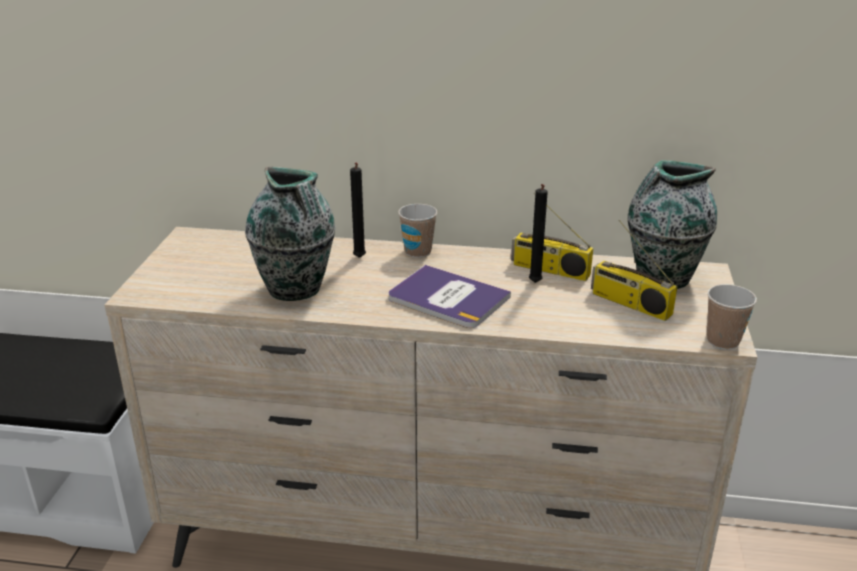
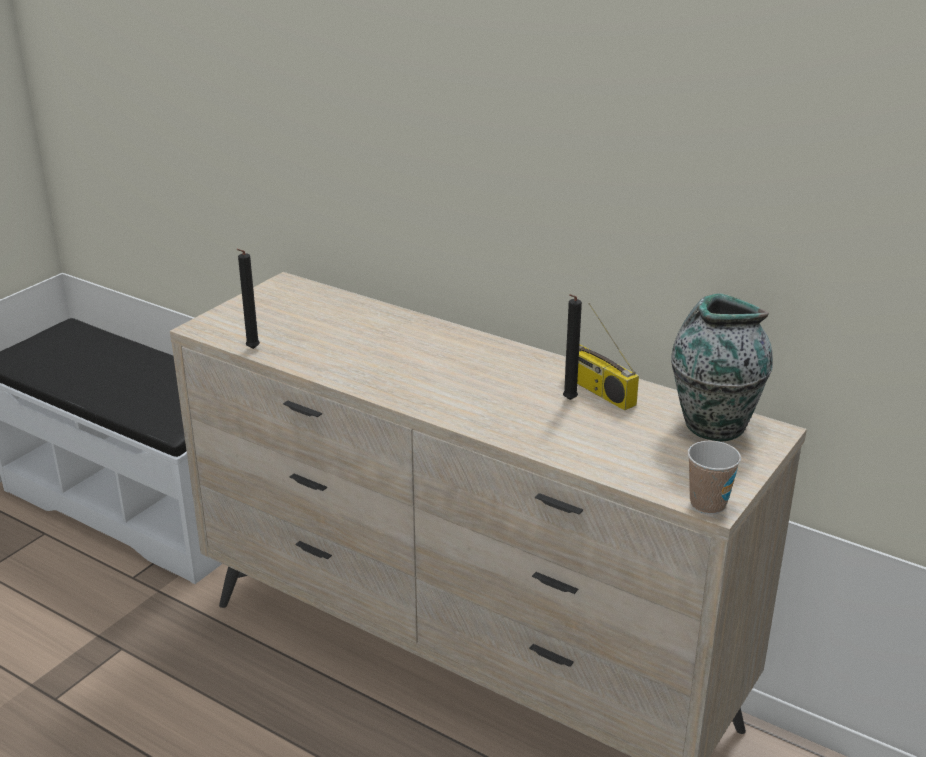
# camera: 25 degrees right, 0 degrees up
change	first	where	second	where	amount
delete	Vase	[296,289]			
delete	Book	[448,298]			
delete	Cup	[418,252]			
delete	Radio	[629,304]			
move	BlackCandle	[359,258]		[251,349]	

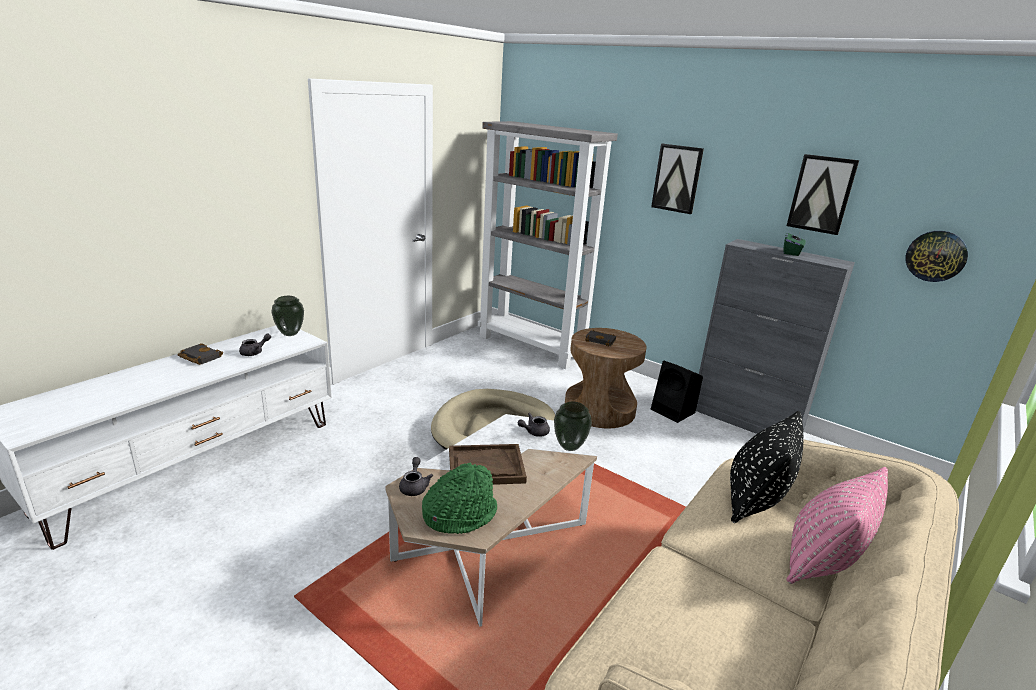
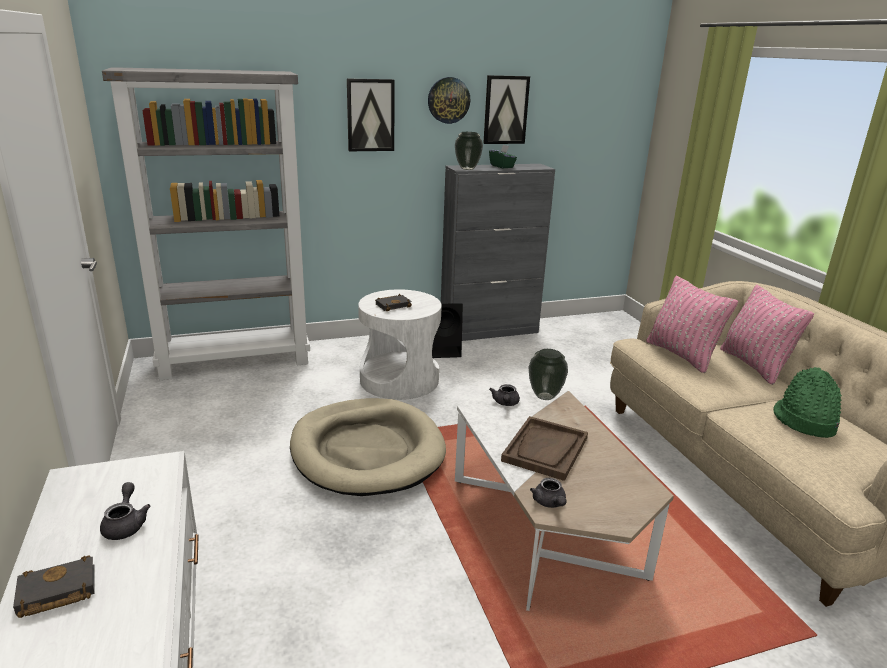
# camera: 55 degrees left, 0 degrees up
change	first	where	second	where	amount
move	Vase	[289,333]		[467,169]	
move	GreenHat	[459,514]		[804,421]	
move	WallClock	[936,256]		[448,100]	
recolor	BrownSideTable	[599,409]	WhiteSideTable	[399,380]	
recolor	BlackPillow	[754,501]	PinkPillow	[681,355]	
rotate	GreyTeapot	[414,486]		[550,503]	135 degrees counterclockwise

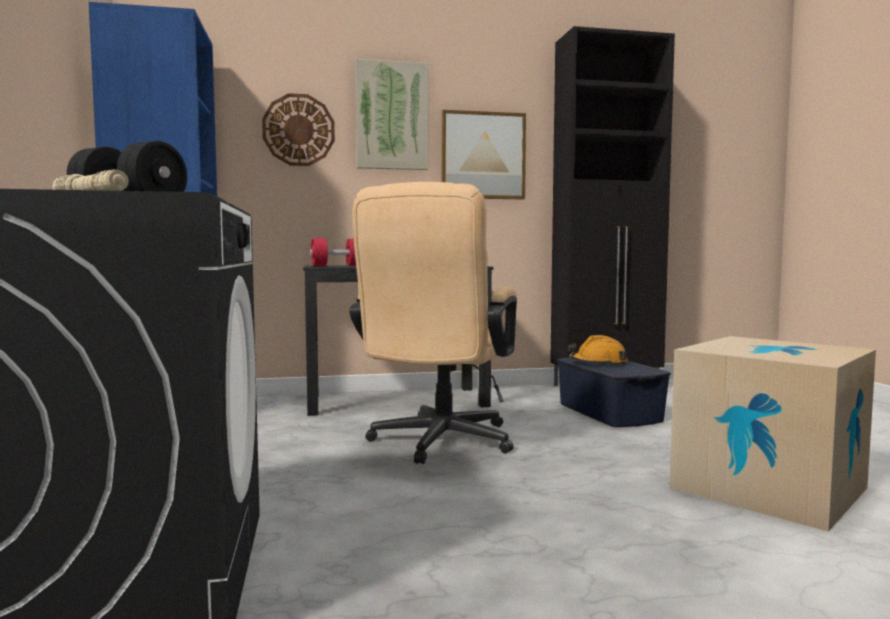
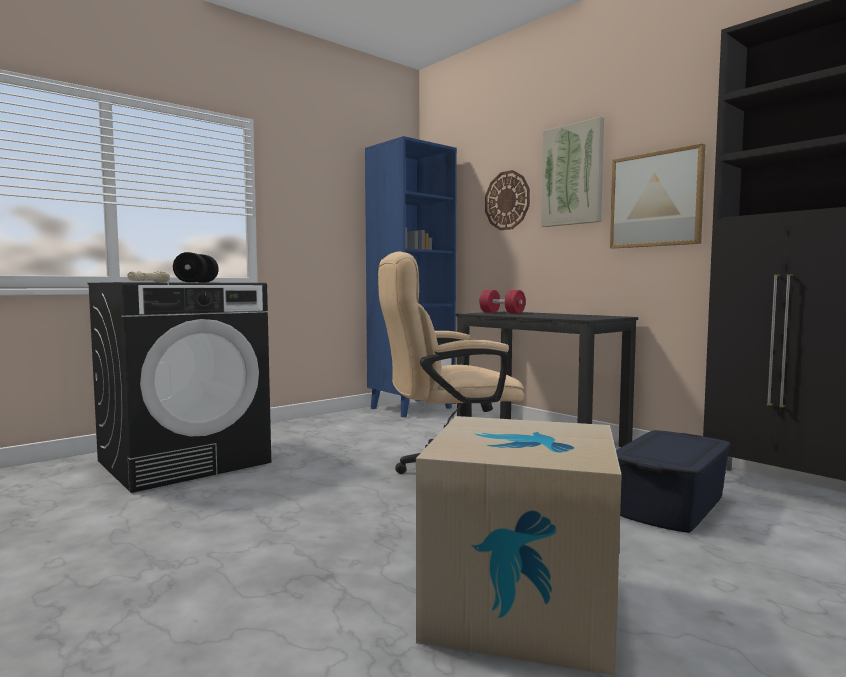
# camera: 60 degrees right, 0 degrees up
change	first	where	second	where	amount
delete	OrangeHardHat	[598,363]			

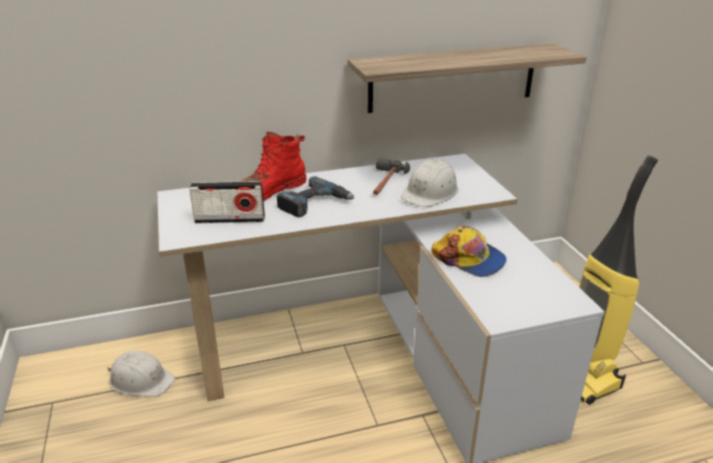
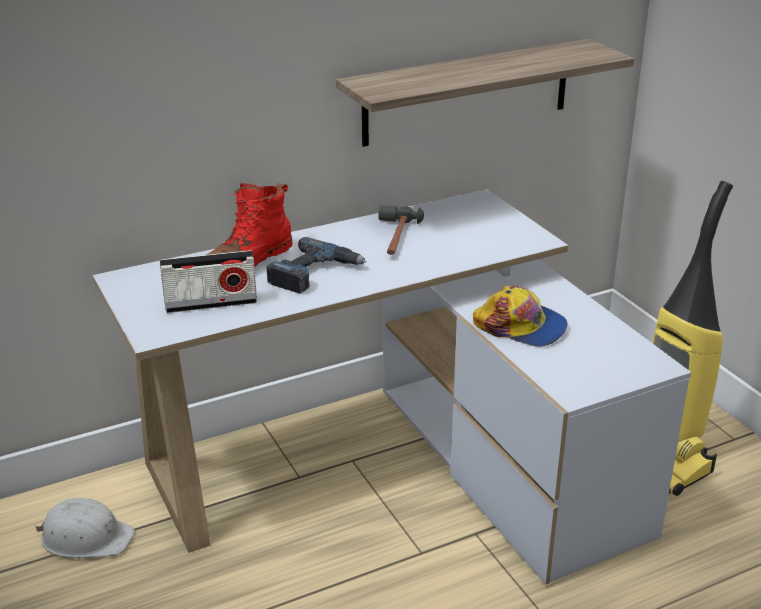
# camera: 10 degrees left, 0 degrees up
change	first	where	second	where	amount
delete	WhiteHardHat	[430,192]			

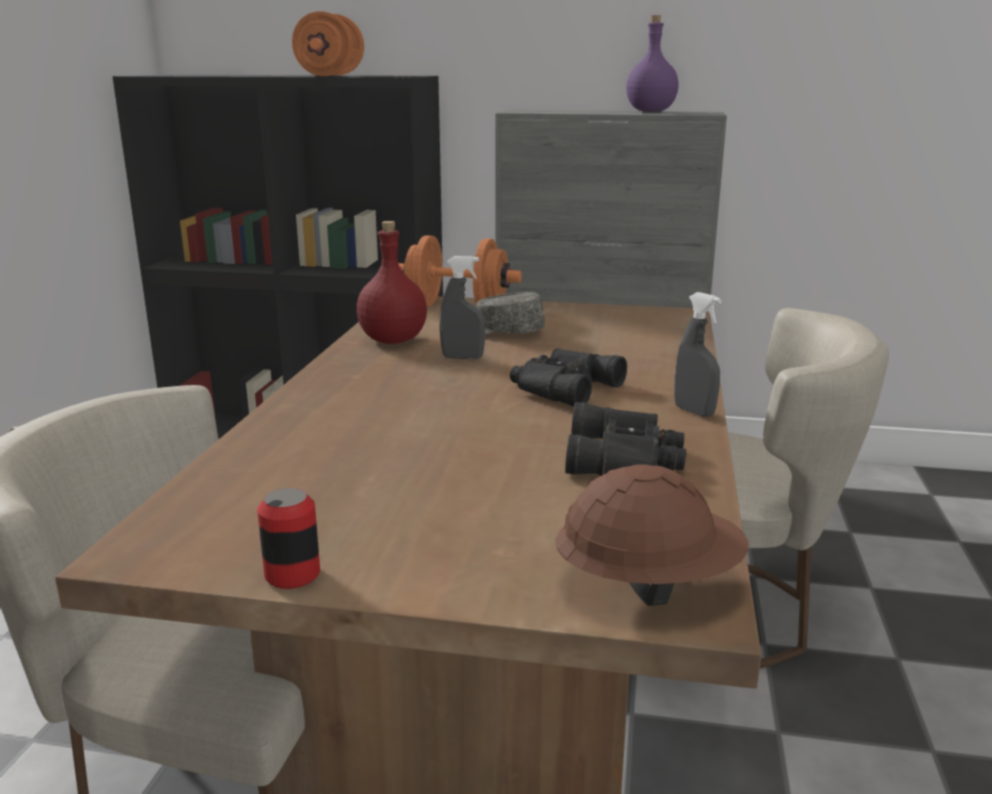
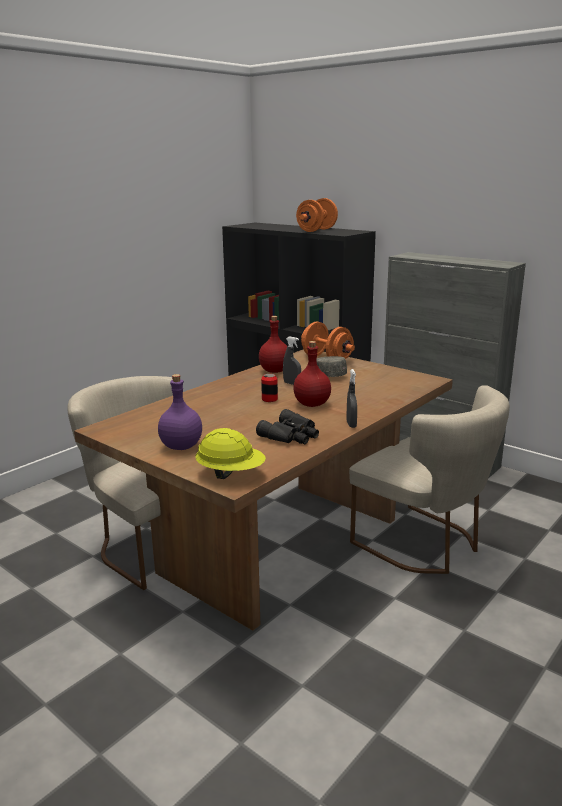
# camera: 30 degrees right, 0 degrees up
change	first	where	second	where	amount
move	Can	[292,574]		[269,399]	
move	PurpleBottle	[649,111]		[181,446]	
replace	BlackBinoculars	[561,388]	RedBottle	[312,404]	
recolor	BrownHardHat	[648,584]	YellowHardHat	[231,474]	

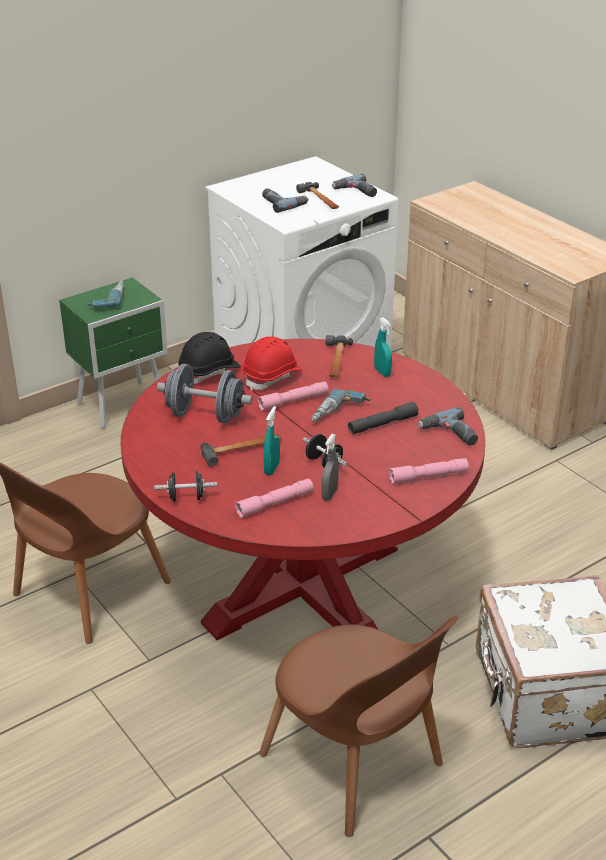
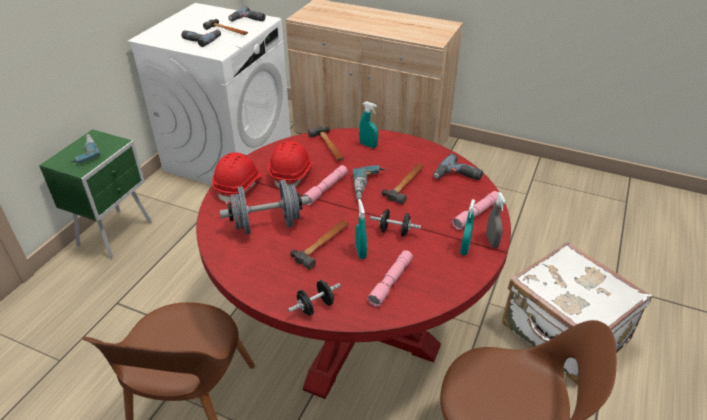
# camera: 30 degrees left, 5 degrees up
change	first	where	second	where	amount
insert			TurquoiseSprayBottle	[465,249]	
move	GreySprayBottle	[329,494]		[492,241]	
replace	GreyFlashlight	[383,424]	Hammer	[406,185]	
recolor	BlackHardHat	[209,372]	RedHardHat	[239,186]	

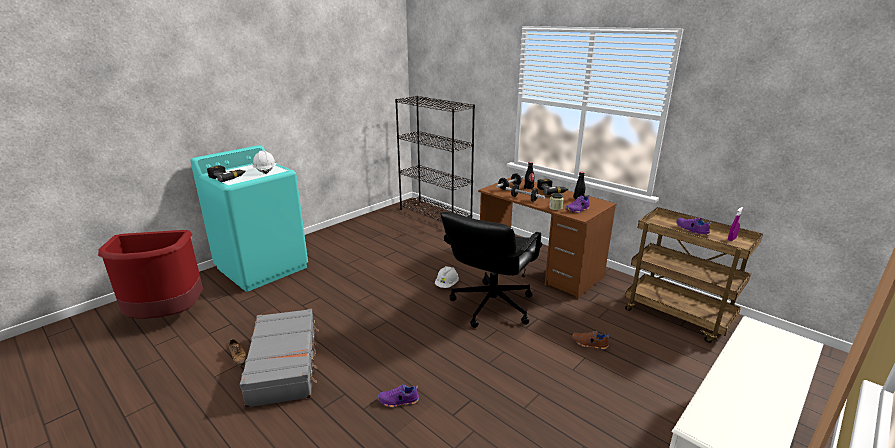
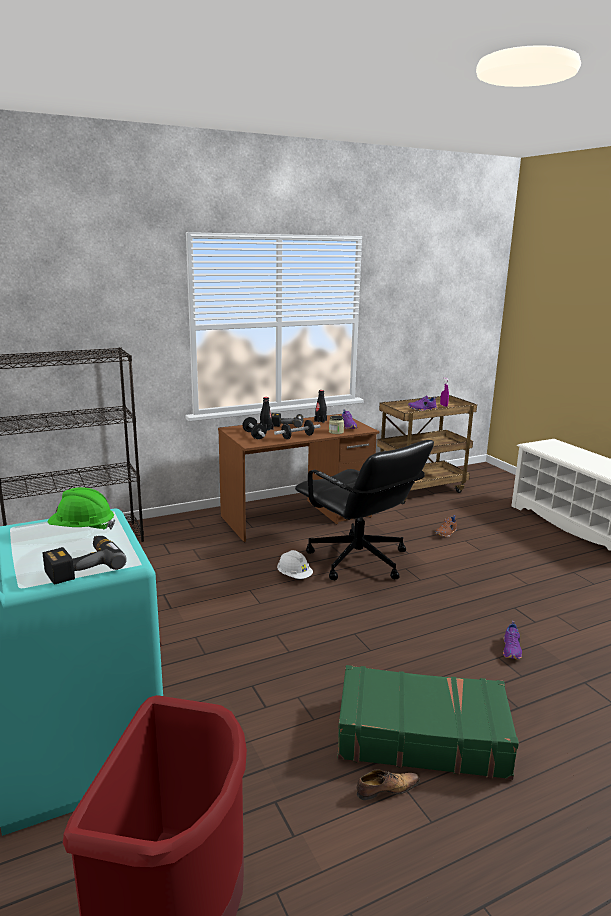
# camera: 70 degrees left, 5 degrees down
change	first	where	second	where	amount
recolor	GreySuitcase	[285,364]	GreenSuitcase	[421,735]	
recolor	WhiteHardHat	[265,170]	GreenHardHat	[82,529]	

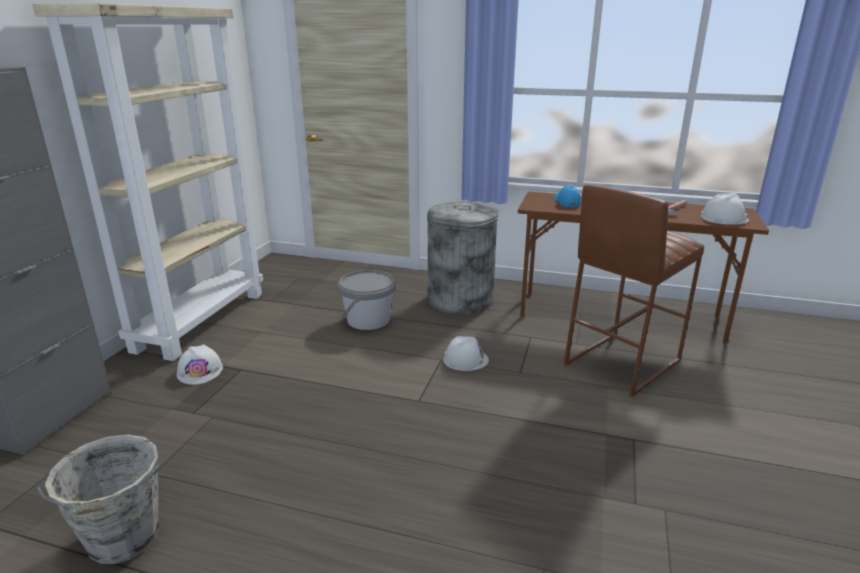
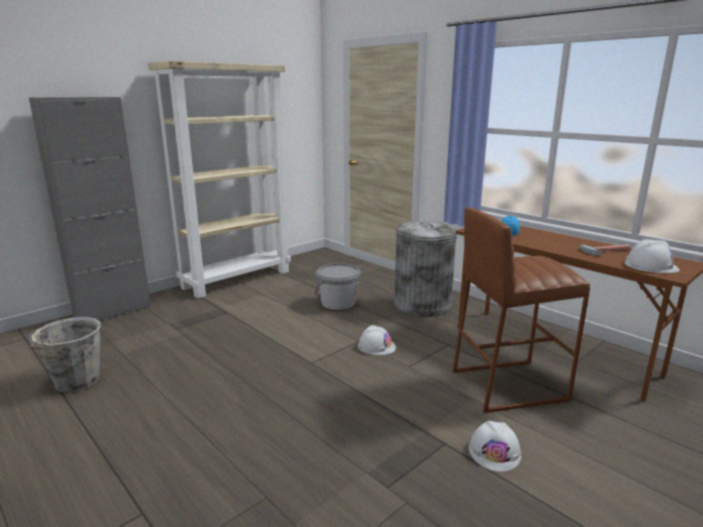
# camera: 30 degrees right, 5 degrees down
change	first	where	second	where	amount
move	WhiteHardHat	[200,371]		[494,452]	

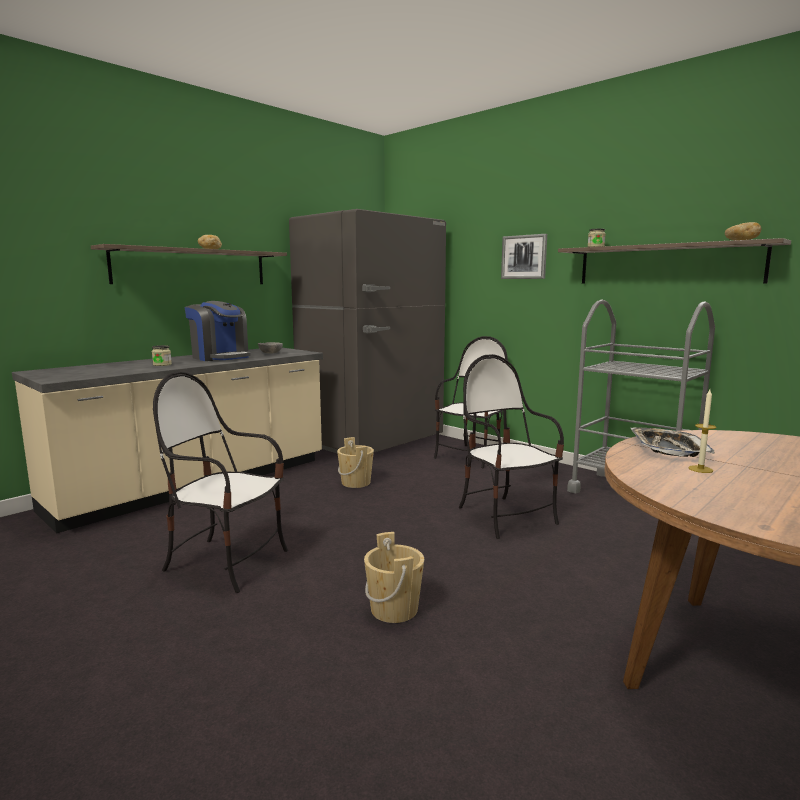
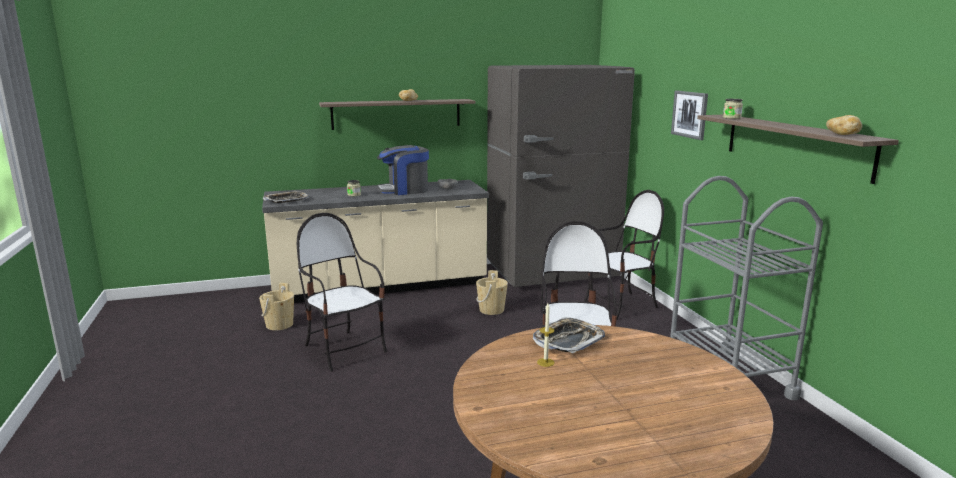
# camera: 30 degrees right, 5 degrees up
change	first	where	second	where	amount
insert			Tray	[286,200]	
move	BeigeBucket	[394,609]		[279,325]	
rotate	CoffeeMachine	[220,357]		[404,190]	90 degrees clockwise

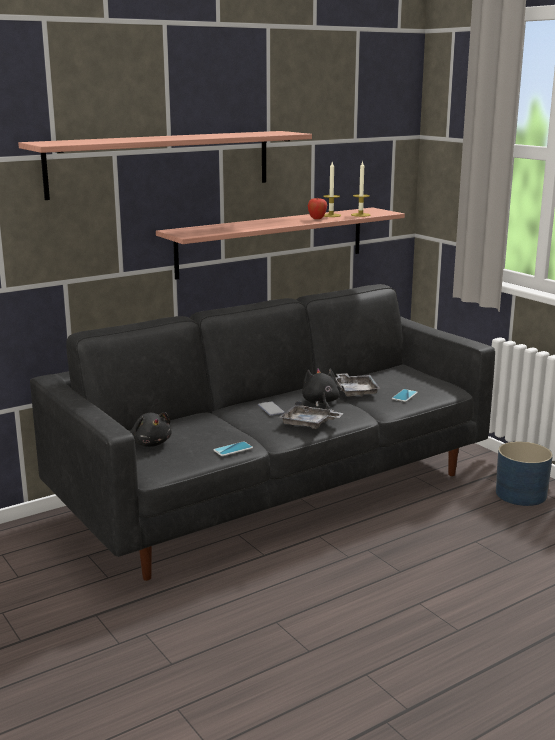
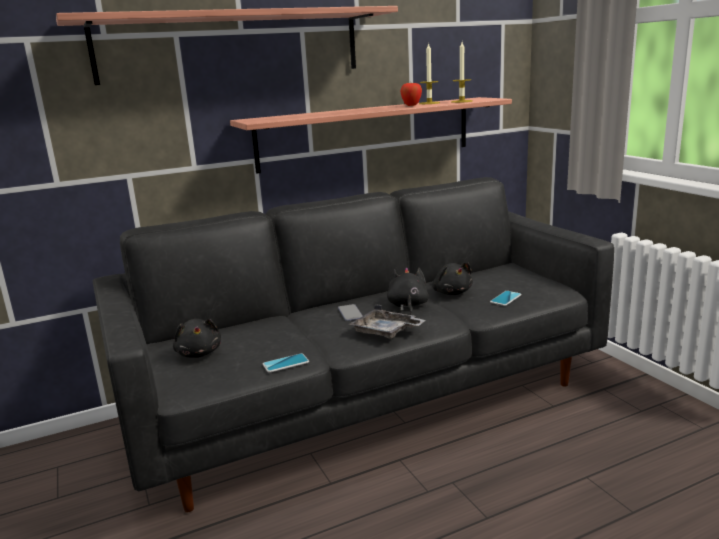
# camera: 10 degrees right, 0 degrees up
change	first	where	second	where	amount
delete	BluePlanter	[521,494]			
replace	GreyTray	[355,391]	BlackPlushToy	[451,292]	

